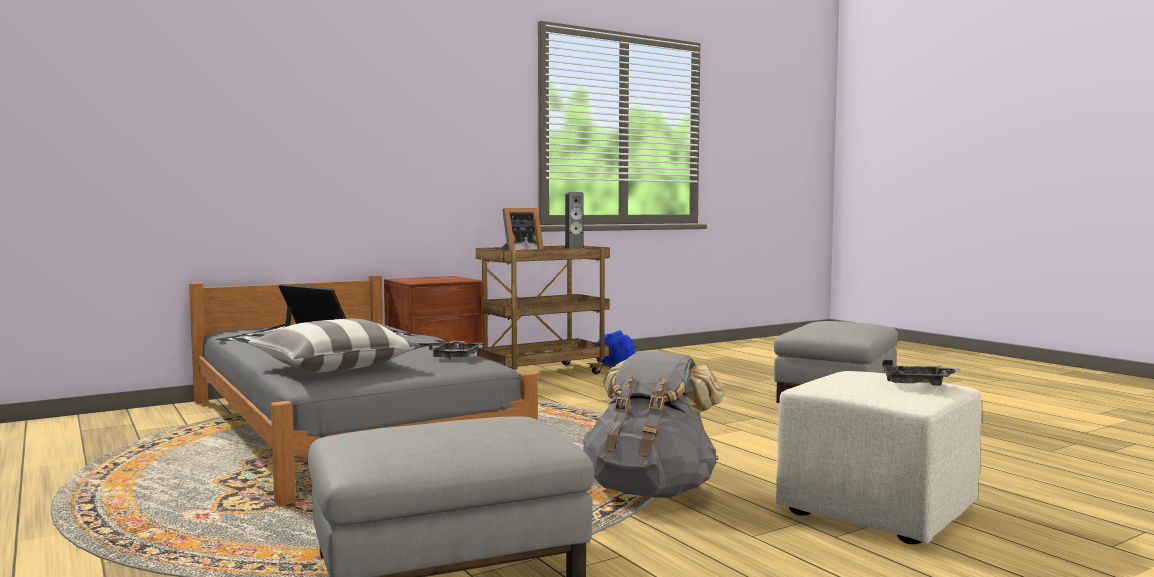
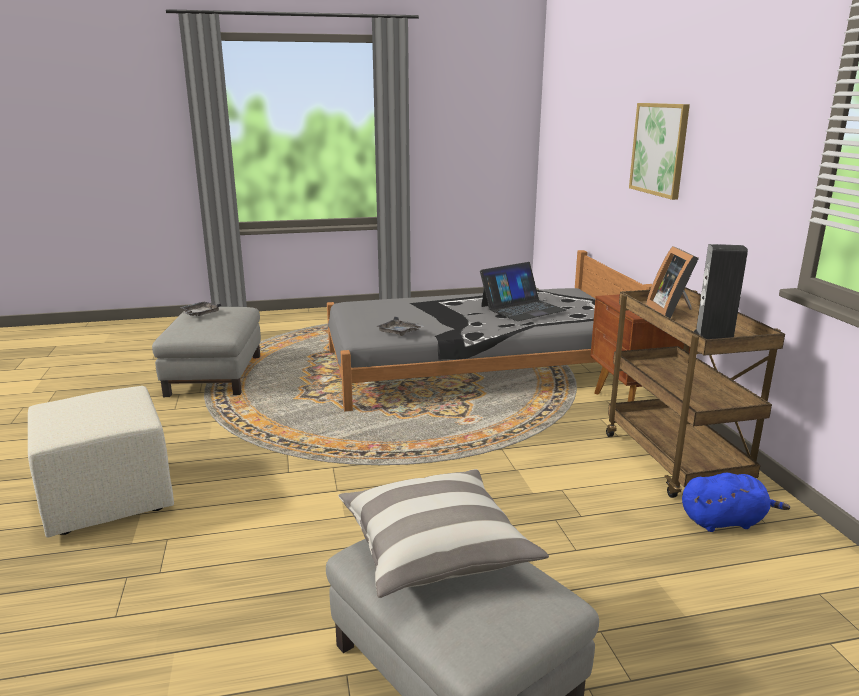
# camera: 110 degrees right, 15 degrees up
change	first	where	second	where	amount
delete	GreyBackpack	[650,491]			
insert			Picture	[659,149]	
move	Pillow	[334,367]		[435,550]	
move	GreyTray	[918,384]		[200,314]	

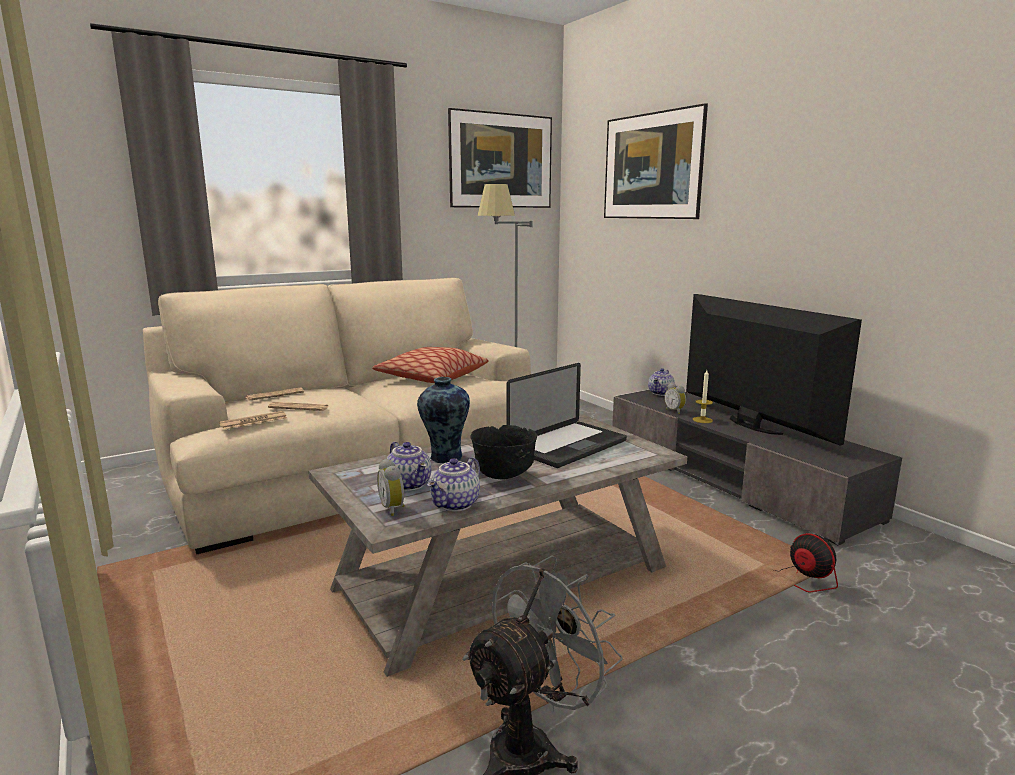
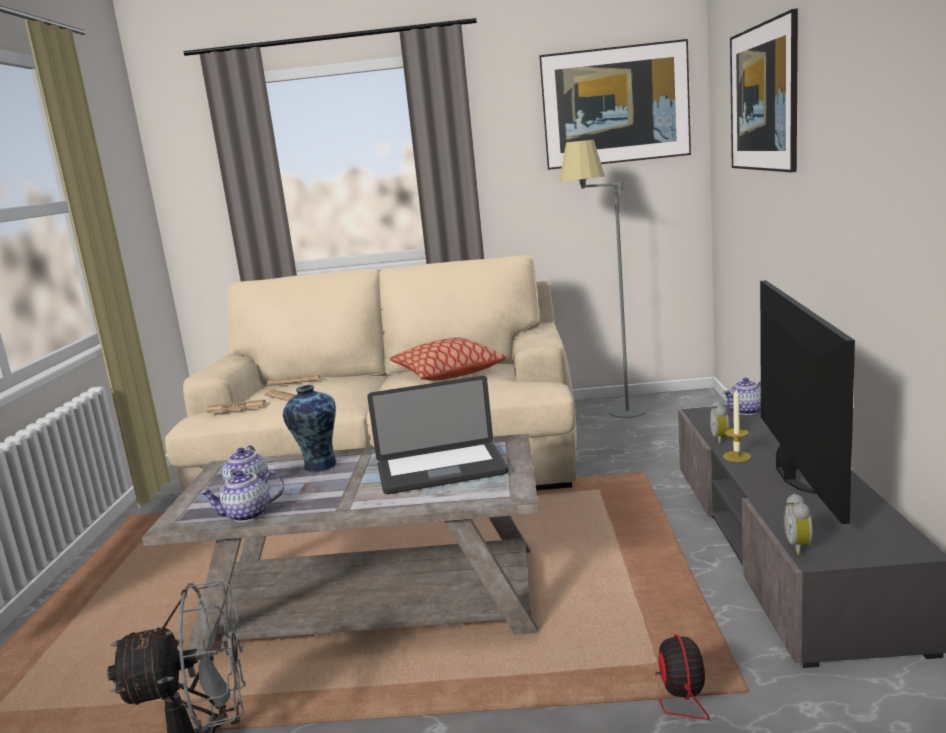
# camera: 35 degrees right, 0 degrees up
change	first	where	second	where	amount
delete	BlackBowl	[503,476]			
move	AlarmClock	[394,508]		[800,547]	

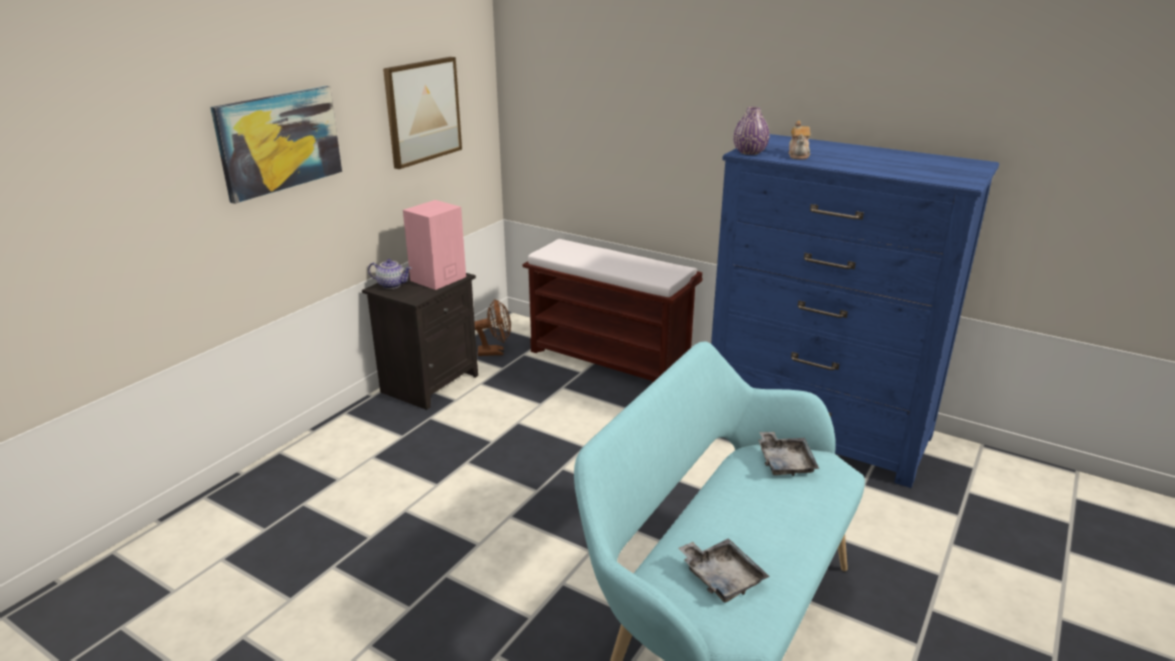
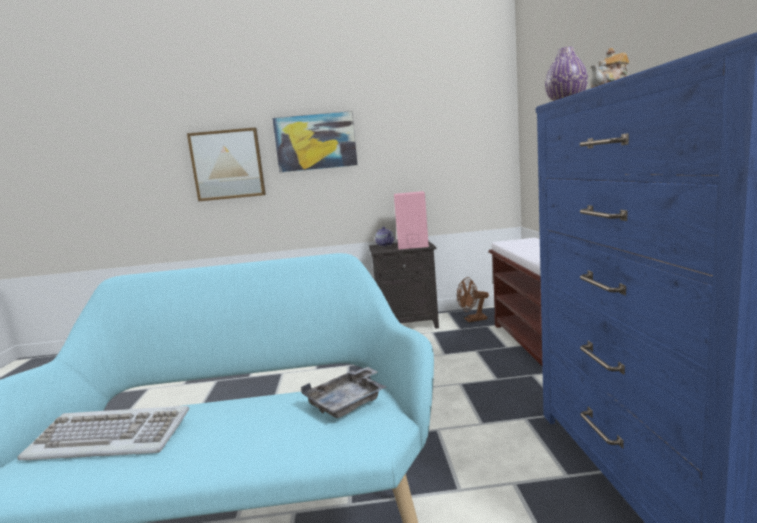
# camera: 55 degrees right, 15 degrees down
change	first	where	second	where	amount
move	Picture	[422,111]		[227,164]	
replace	GreyTray	[721,577]	Keyboard	[111,437]	
rotate	BrownFan	[495,352]		[472,320]	120 degrees clockwise

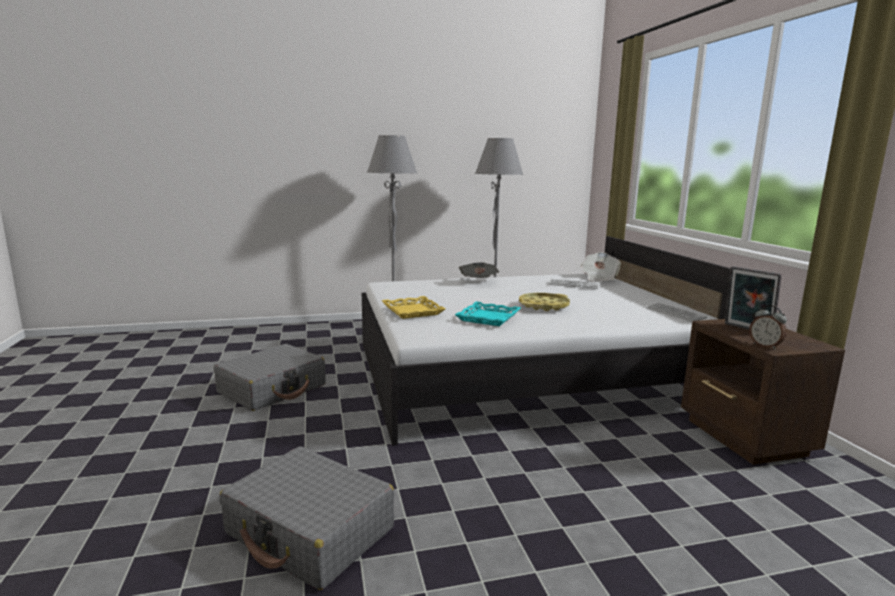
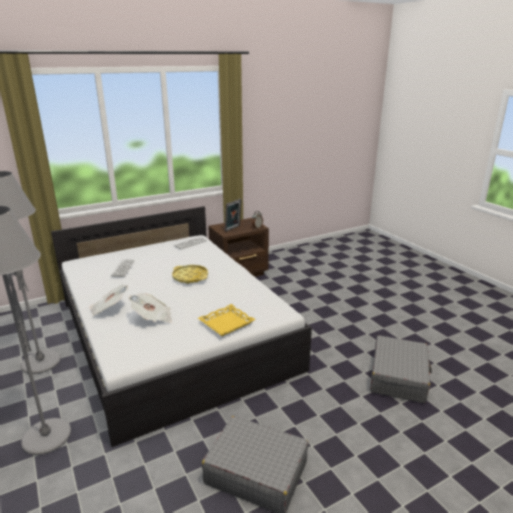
# camera: 105 degrees left, 10 degrees up
change	first	where	second	where	amount
delete	TurquoiseTray	[487,318]			
move	Newspaper	[599,278]		[153,318]	

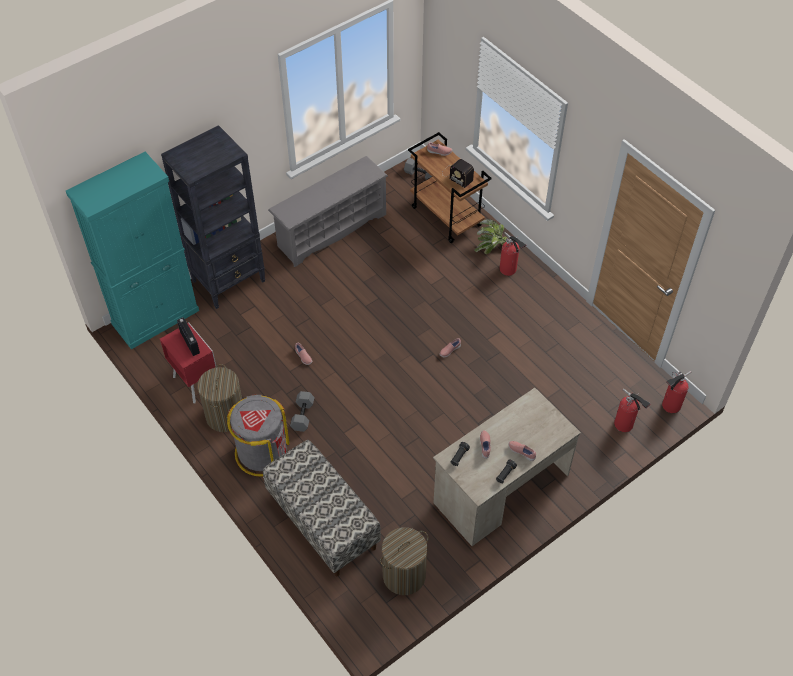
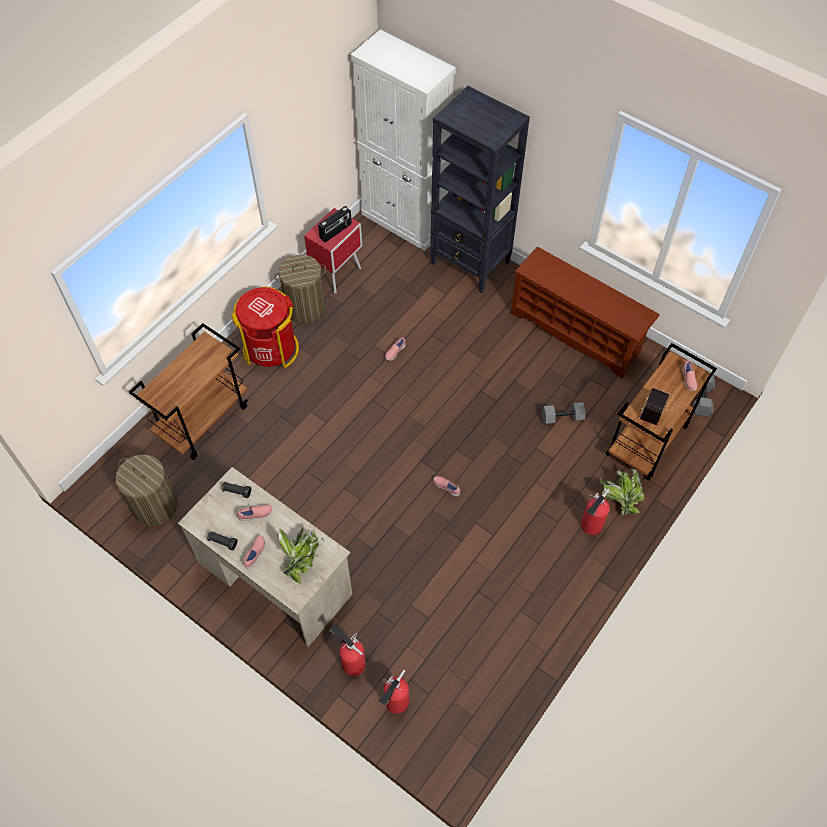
# camera: 75 degrees right, 5 degrees up
change	first	where	second	where	amount
insert			PottedPlant	[302,559]	
move	GreyDumbbell	[302,415]		[562,417]	
move	FireExtinguisher	[669,406]		[352,662]	
replace	Bench	[322,521]	BrownCart	[203,419]	
recolor	TurquoiseCabinet	[156,317]	WhiteCabinet	[404,220]	
recolor	GreyTrashCan	[261,452]	RedTrashCan	[271,348]	
recolor	GreyShoeRack	[331,230]	BrownShoeRack	[576,332]	

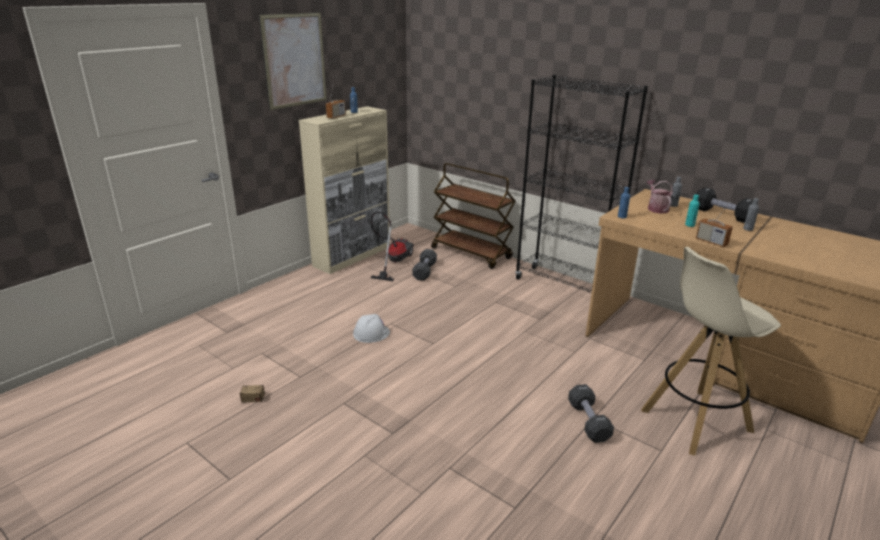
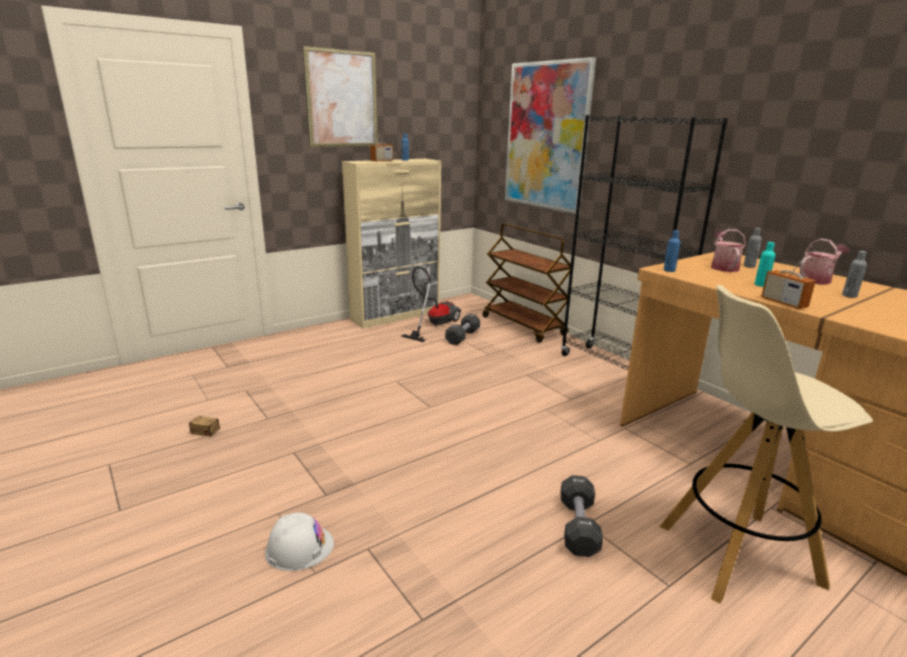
# camera: 15 degrees right, 5 degrees down
change	first	where	second	where	amount
insert			Picture	[546,136]	
move	WhiteHardHat	[371,333]		[299,547]	
replace	BlackDumbbell	[722,215]	WateringCan	[817,280]	

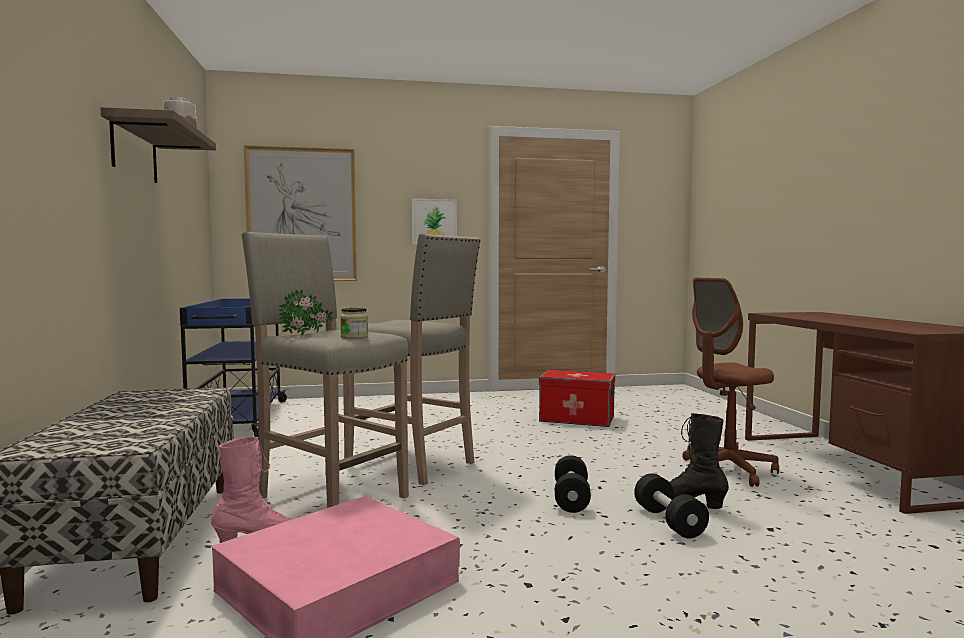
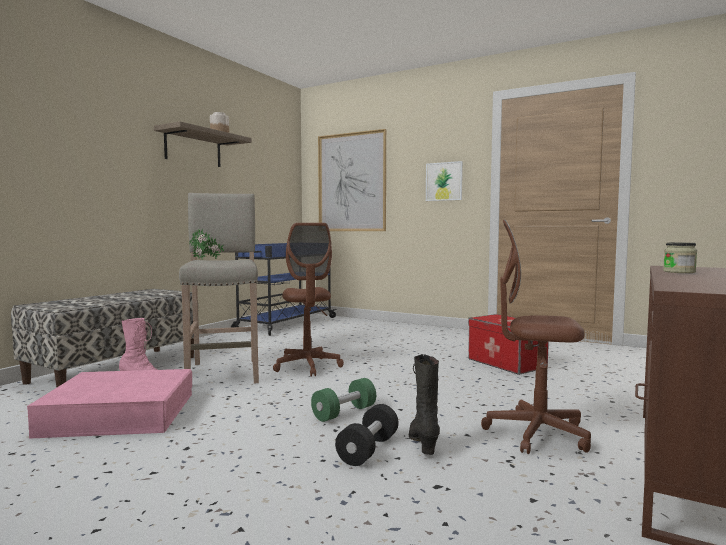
# camera: 40 degrees right, 0 degrees up
change	first	where	second	where	amount
move	Jar	[354,337]		[679,272]	
replace	BeigeStool	[412,464]	BrownOfficeChair	[307,366]	
recolor	BlackDumbbell	[571,499]	GreenDumbbell	[344,413]	

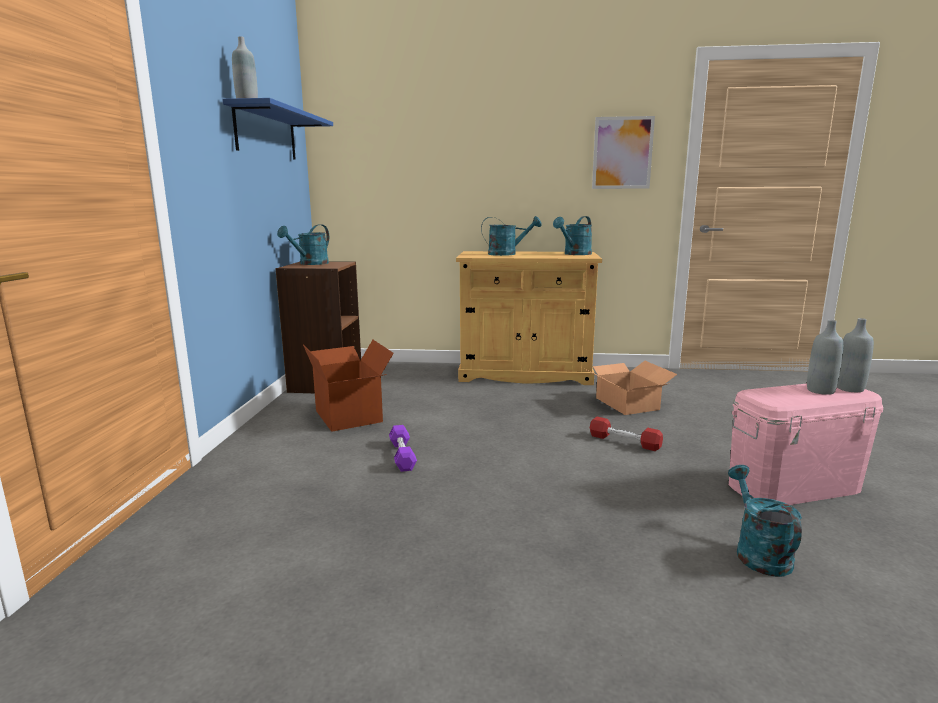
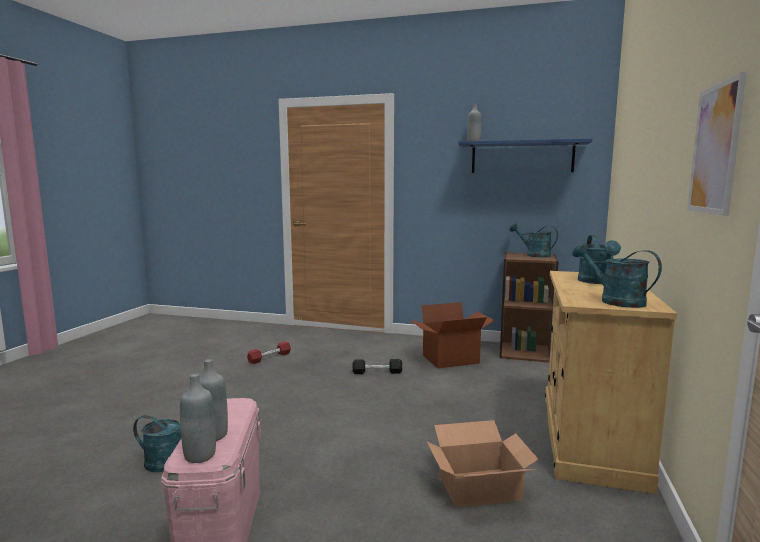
# camera: 100 degrees right, 5 degrees down
change	first	where	second	where	amount
move	RedDumbbell	[624,441]		[269,358]	
recolor	PurpleDumbbell	[402,455]	BlackDumbbell	[377,372]	

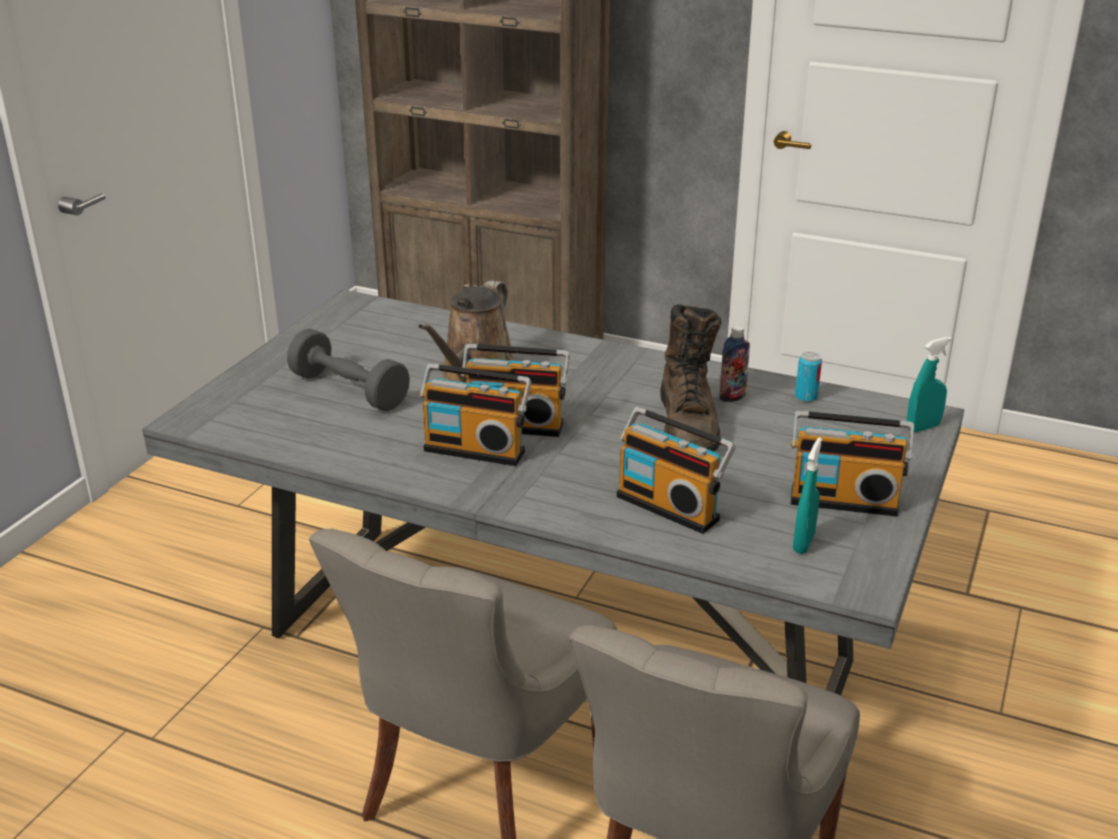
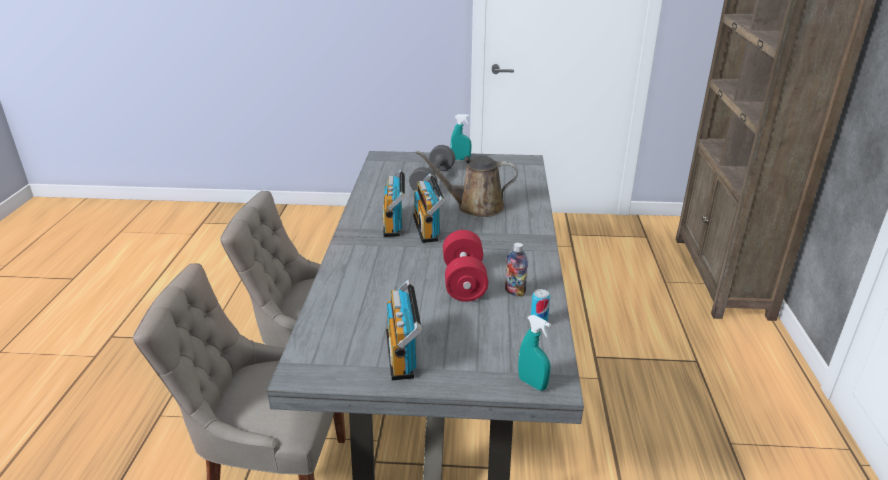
# camera: 70 degrees right, 0 degrees up
change	first	where	second	where	amount
delete	Radio	[670,506]			
move	TurquoiseSprayBottle	[803,543]		[460,159]	
replace	BrownBoot	[688,425]	RedDumbbell	[464,281]	

